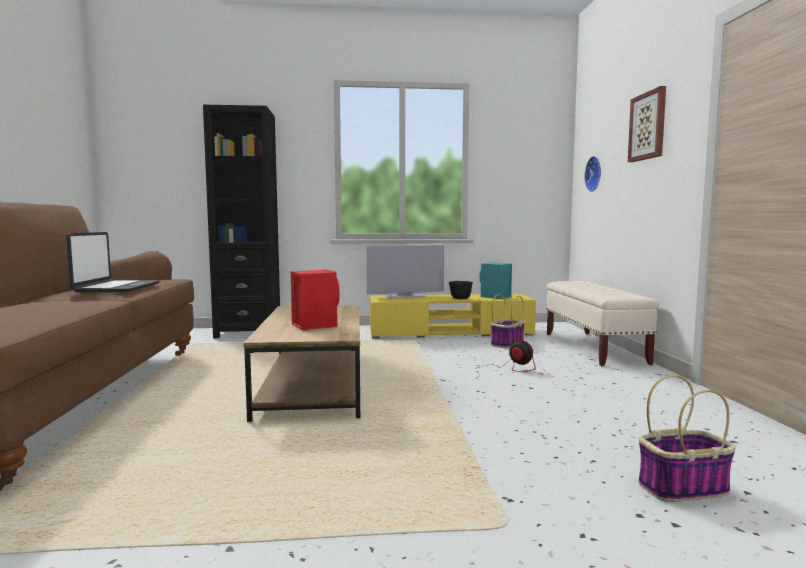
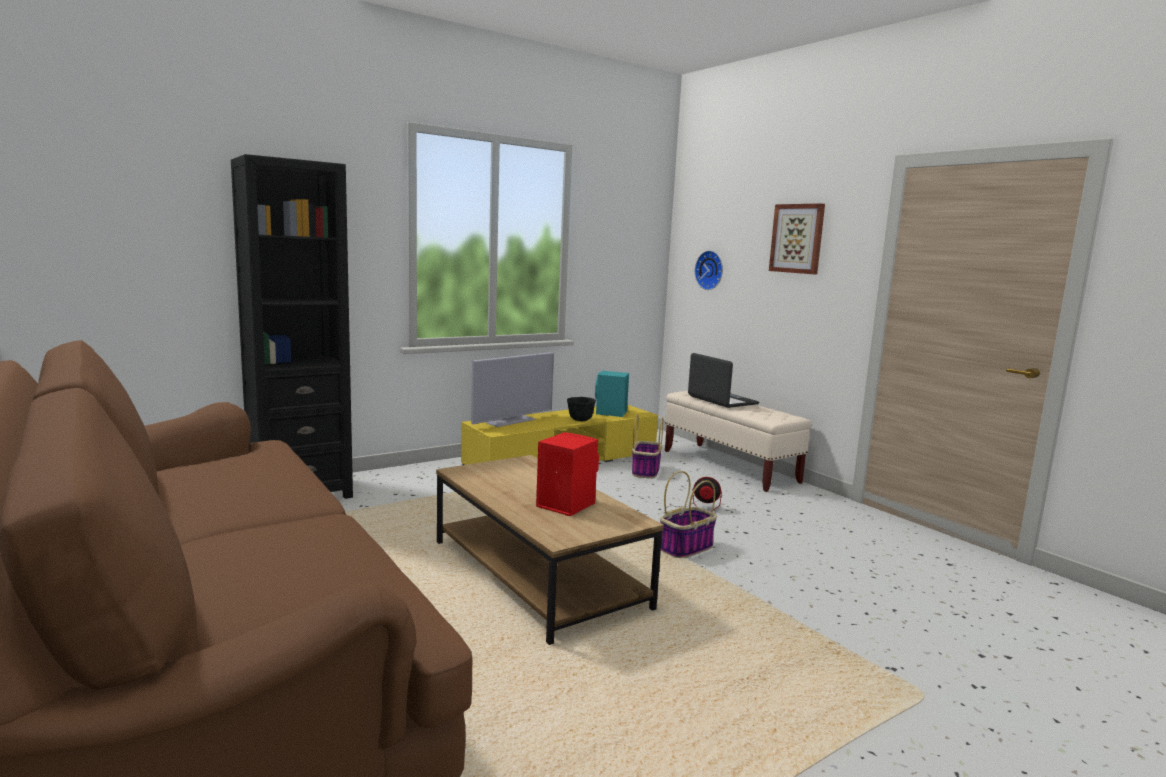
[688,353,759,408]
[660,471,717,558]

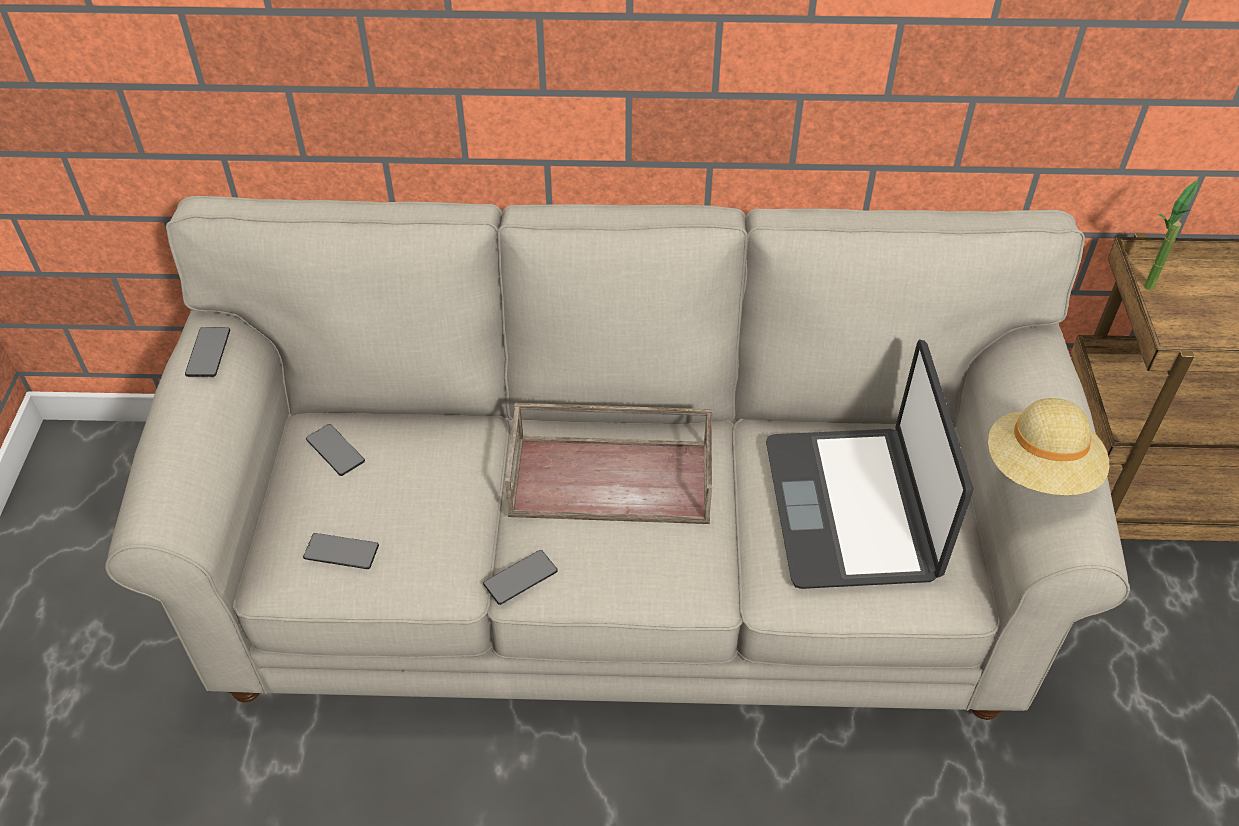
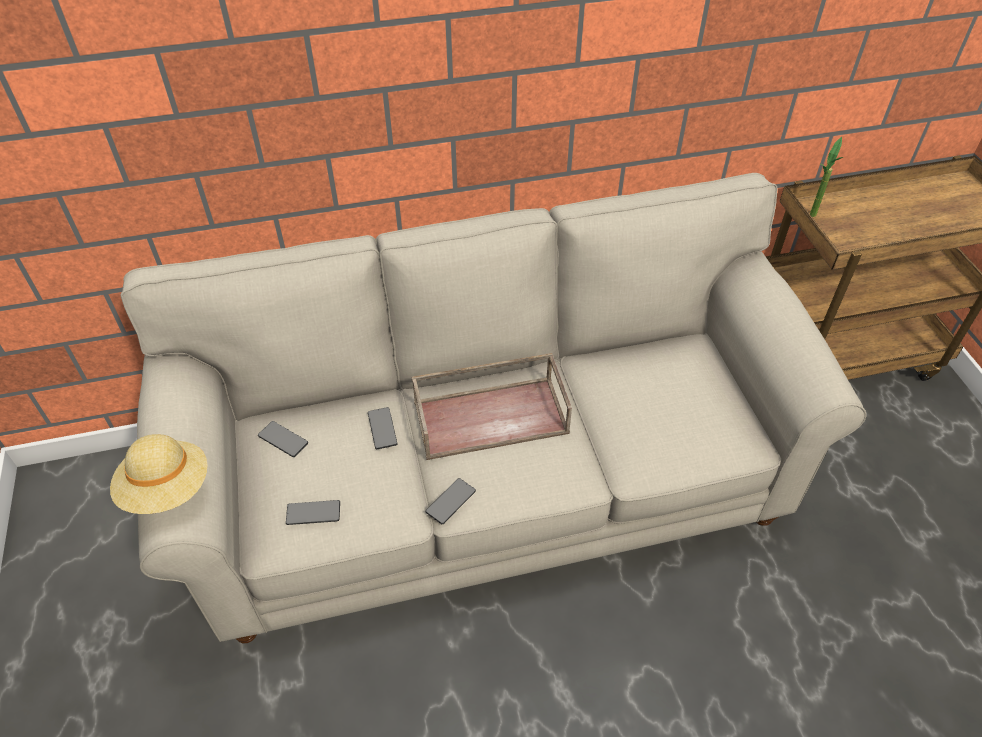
[368,407,397,449]
[766,340,974,589] (first image)
[110,434,207,514]

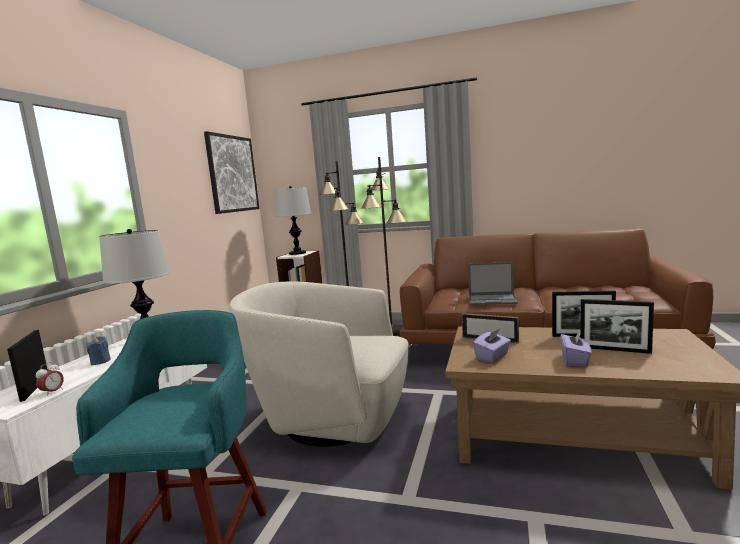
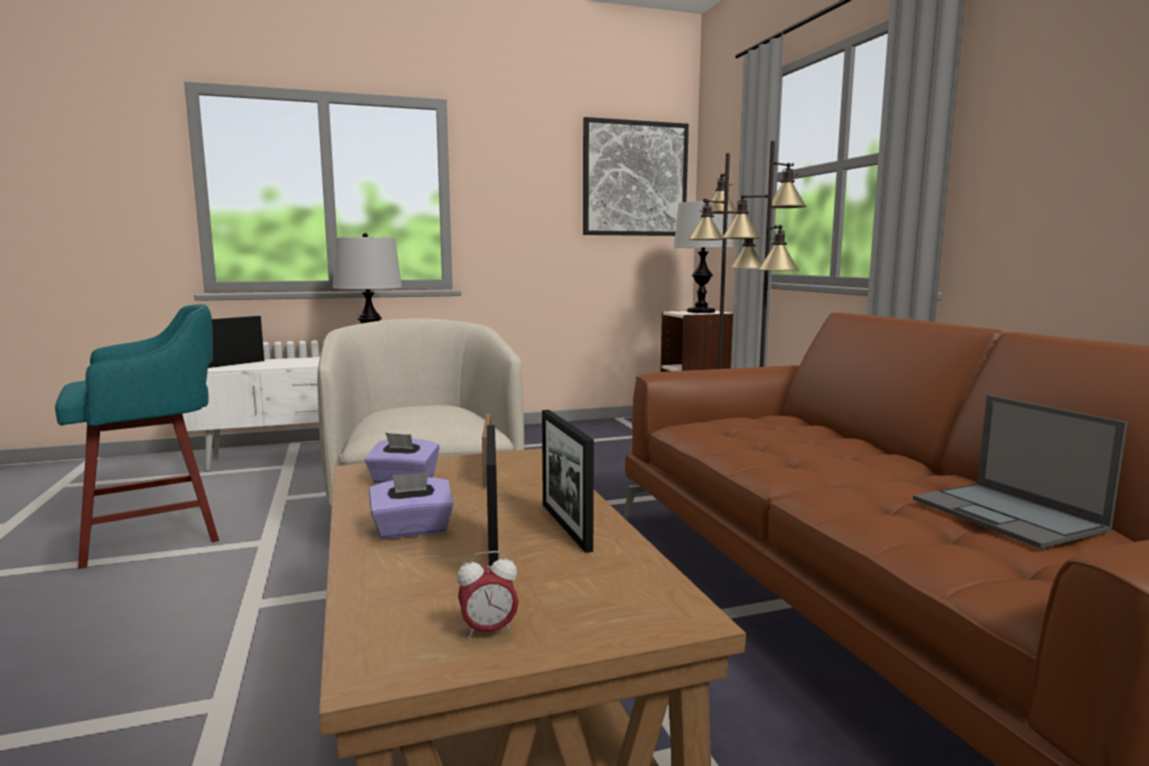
[913,395,1128,548]
[86,336,111,365] (first image)
[457,551,519,640]

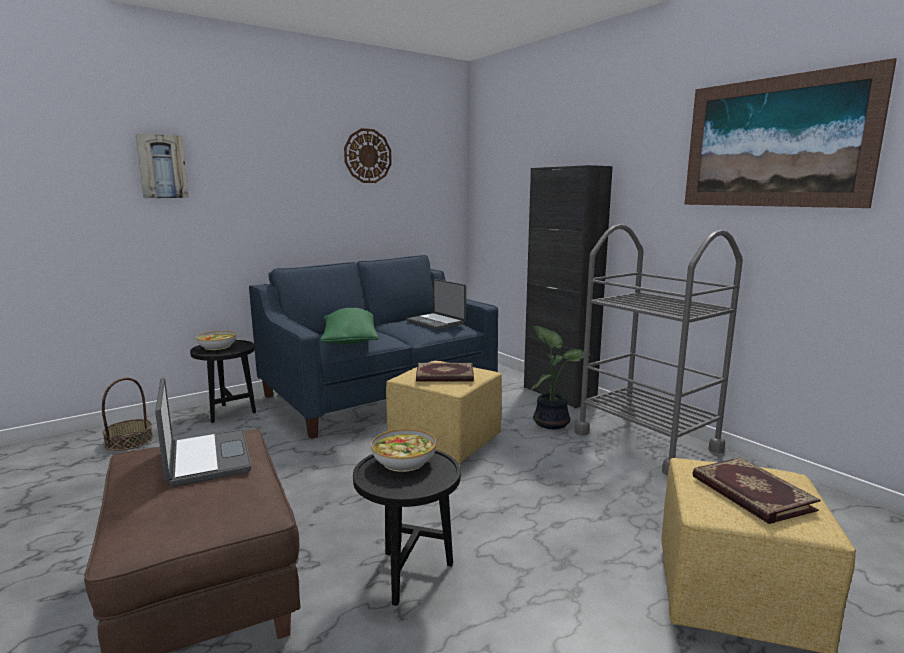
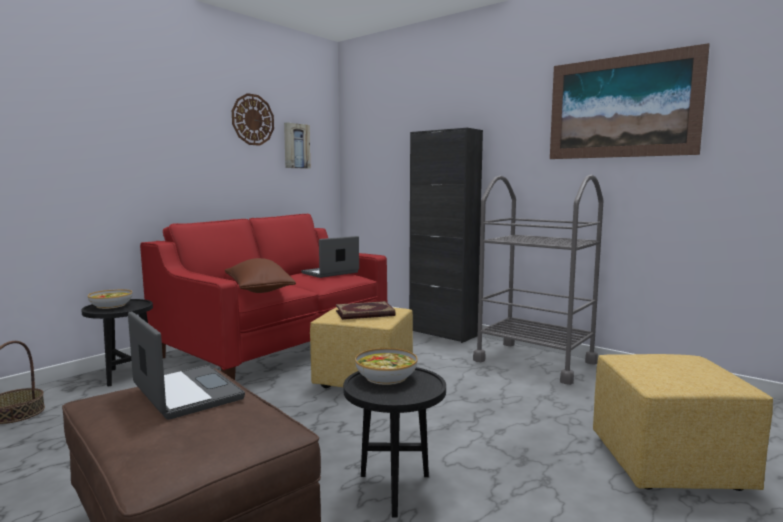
[284,122,310,169]
[140,214,387,380]
[301,236,359,278]
[224,258,296,293]
[531,326,594,429] (first image)
[692,457,820,524] (first image)

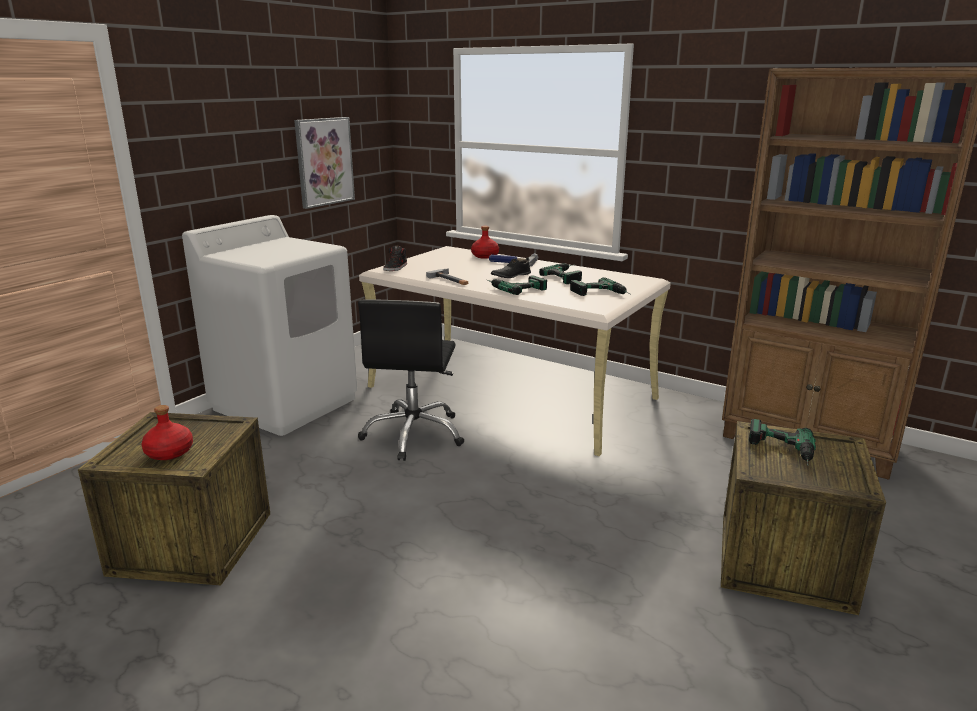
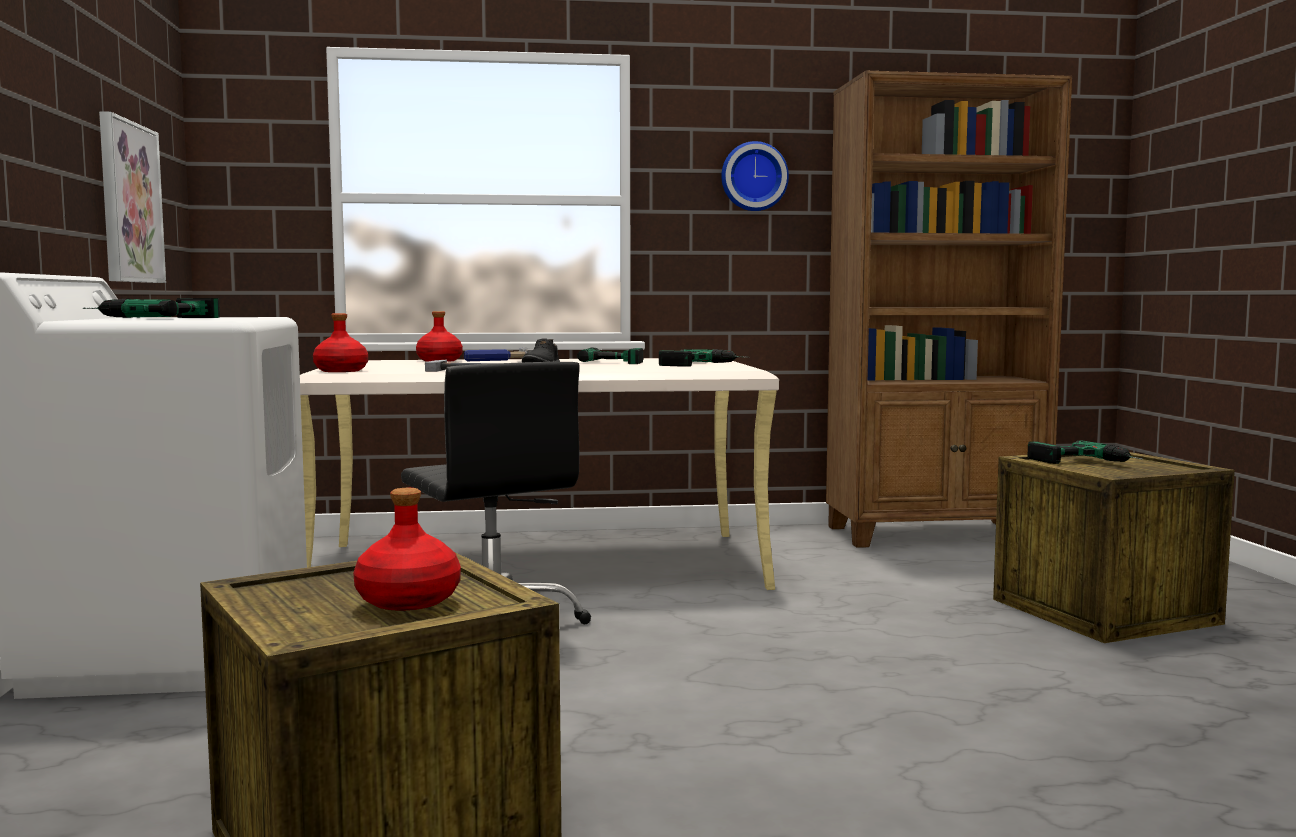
[313,313,368,372]
[83,298,220,318]
[721,141,789,211]

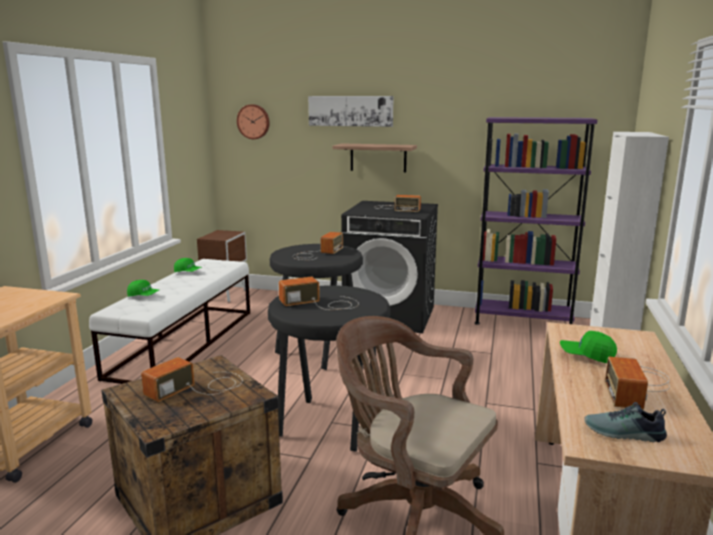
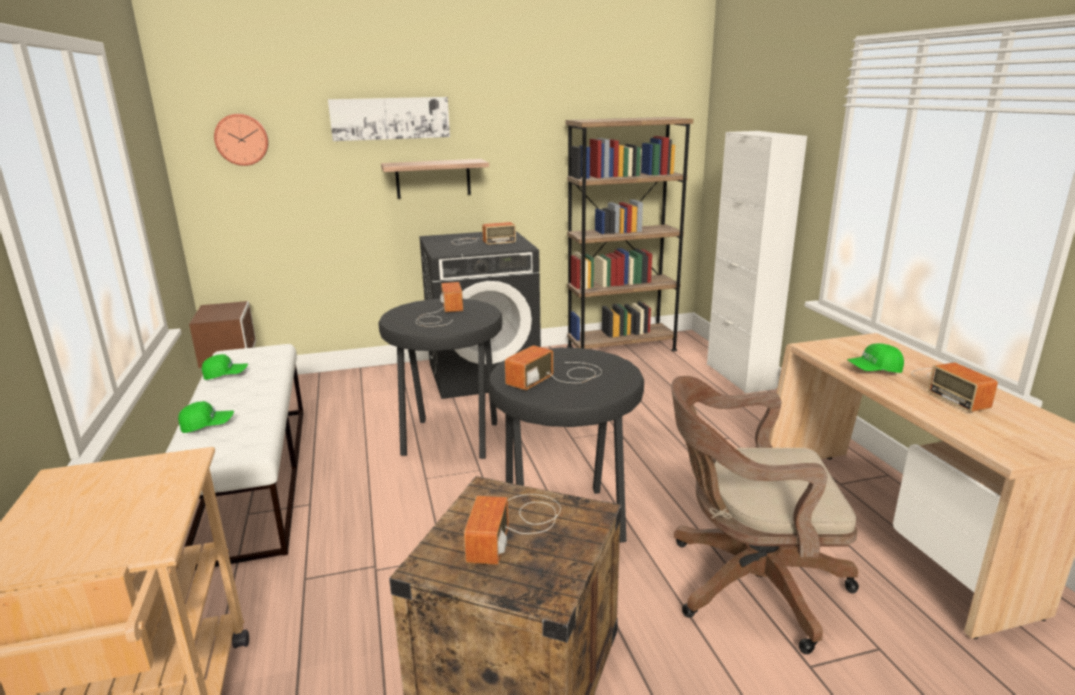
[566,117,693,351]
[584,402,667,442] (first image)

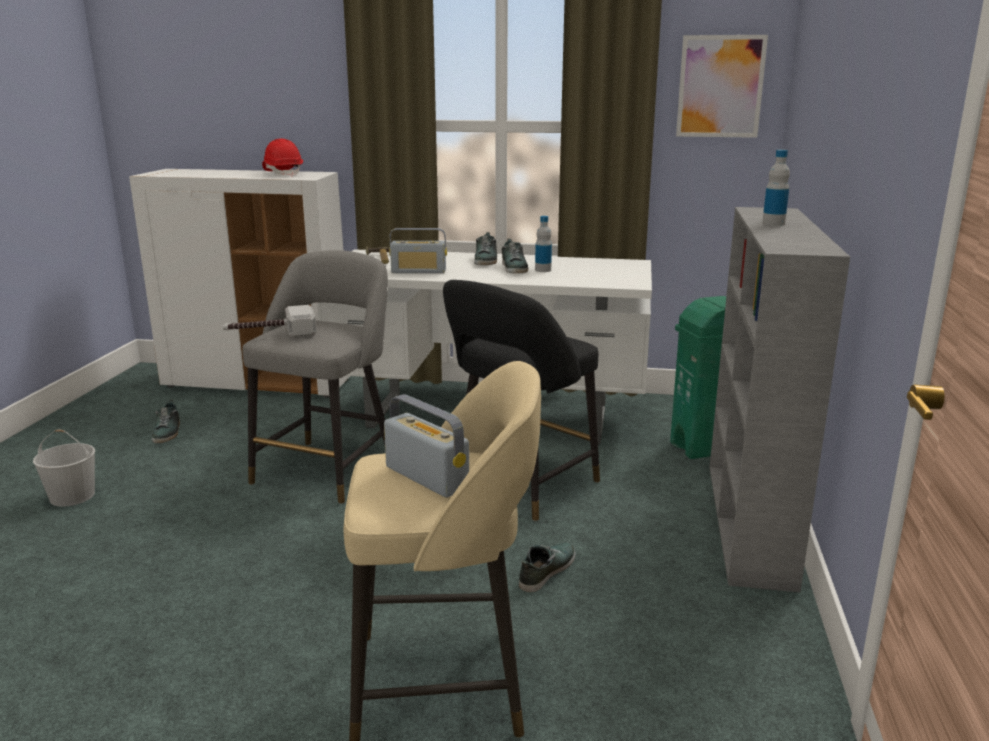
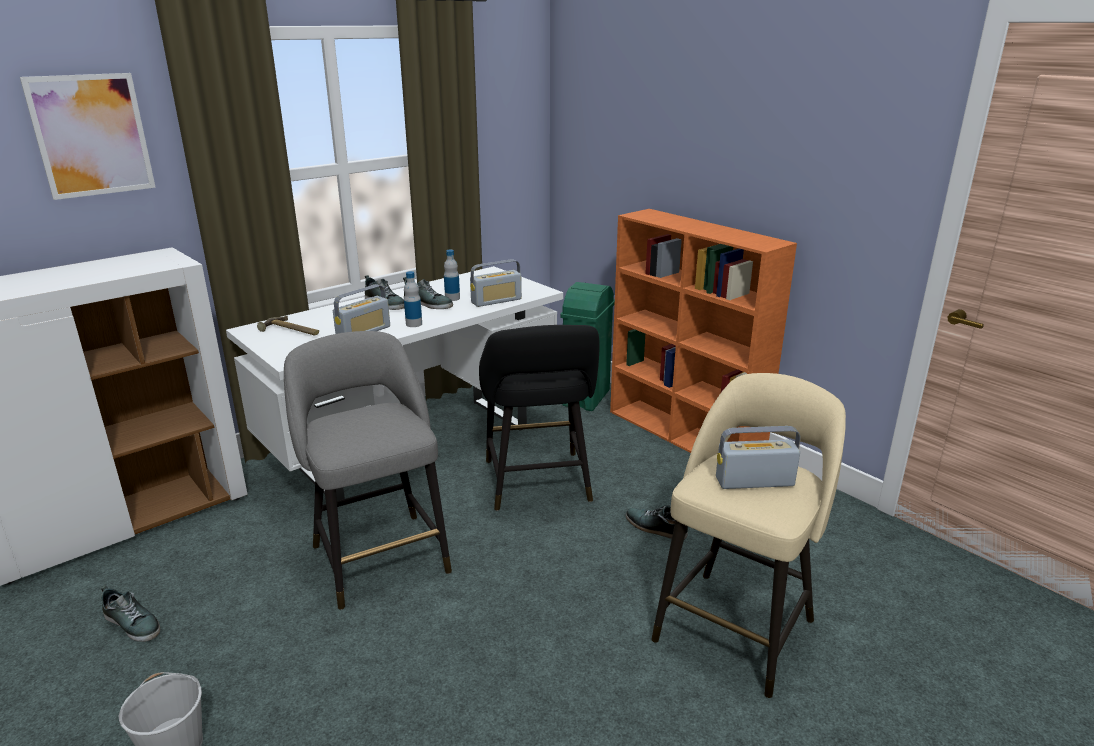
[20,73,156,200]
[262,139,303,176] (first image)
[404,271,422,327]
[610,209,797,453]
[223,305,316,337] (first image)
[626,505,688,540]
[470,259,522,307]

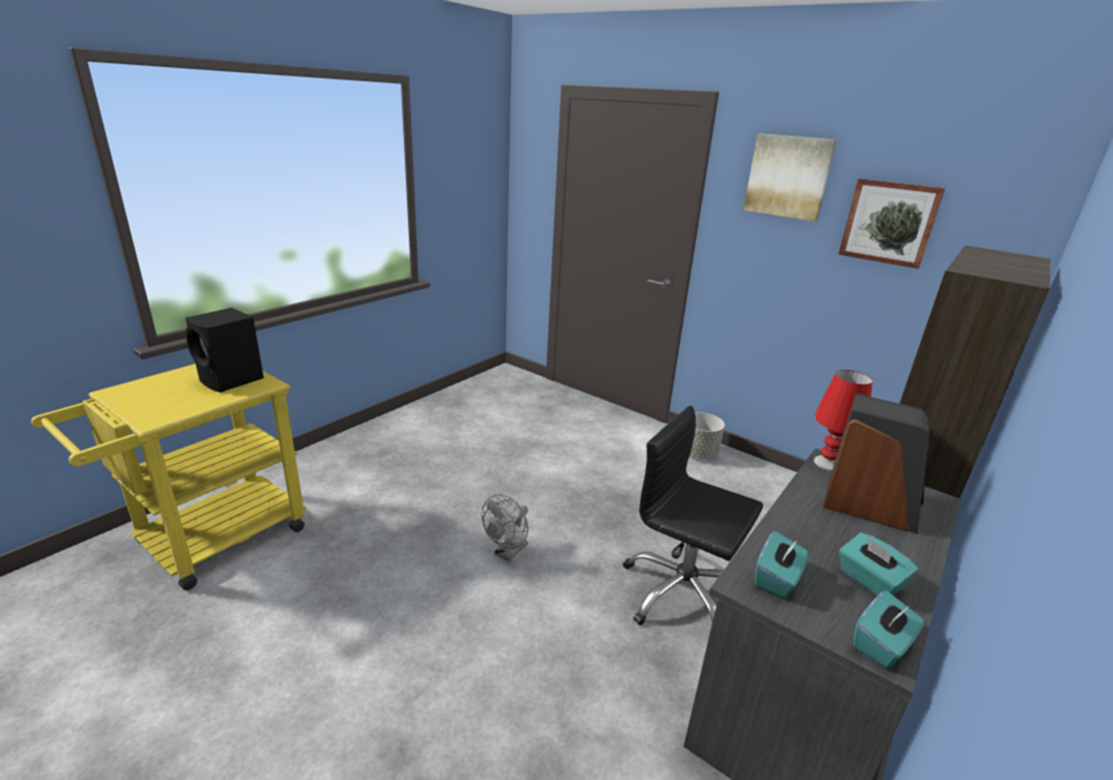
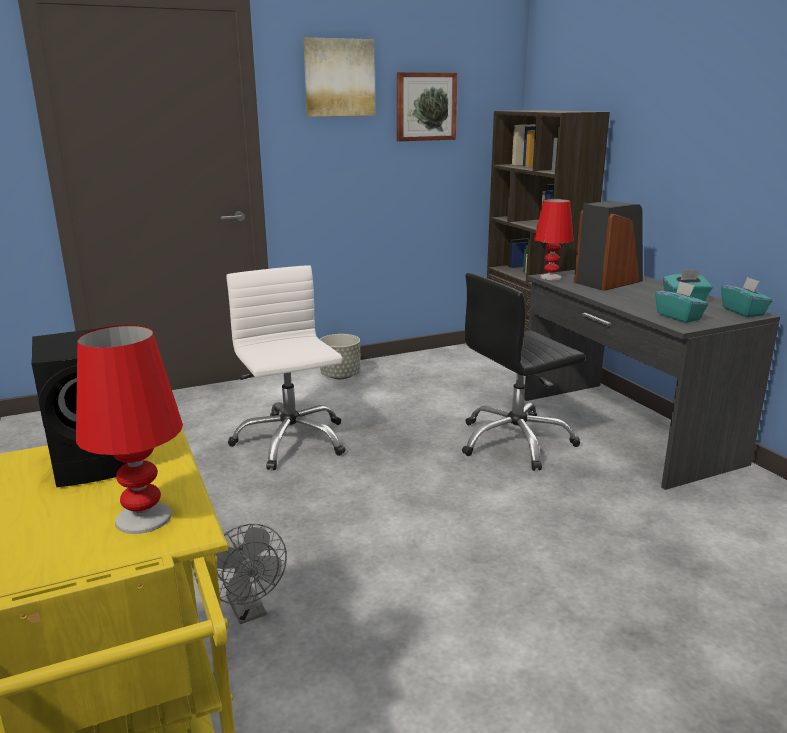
[215,524,287,624]
[226,265,346,470]
[76,325,183,534]

